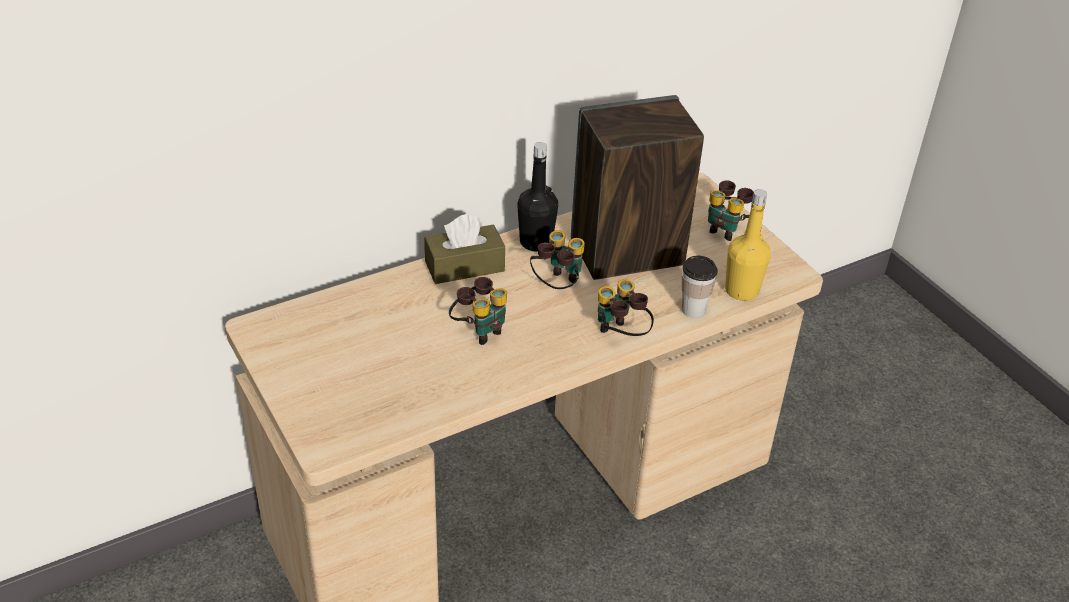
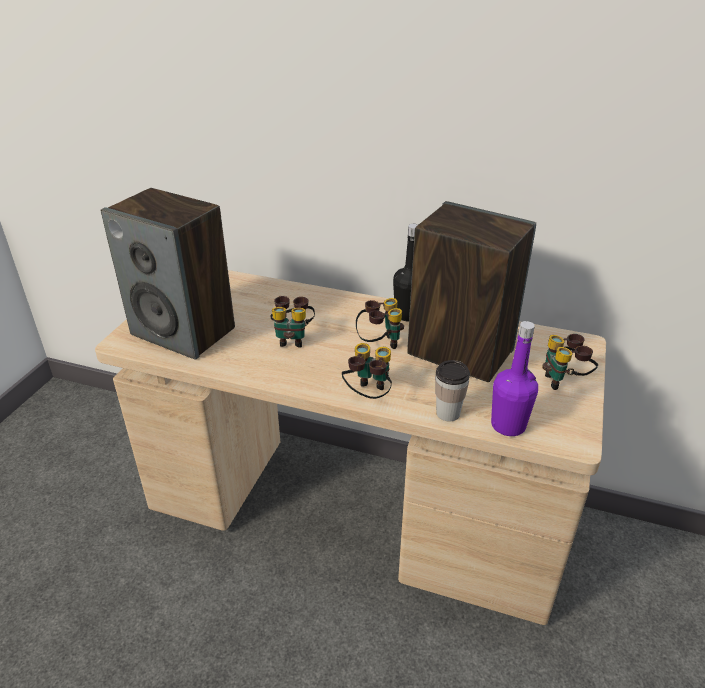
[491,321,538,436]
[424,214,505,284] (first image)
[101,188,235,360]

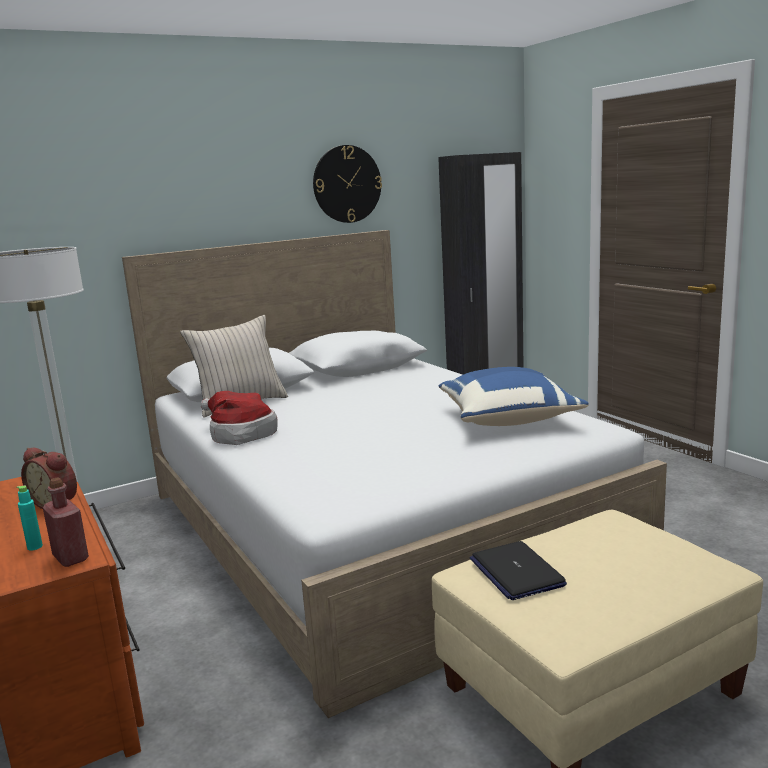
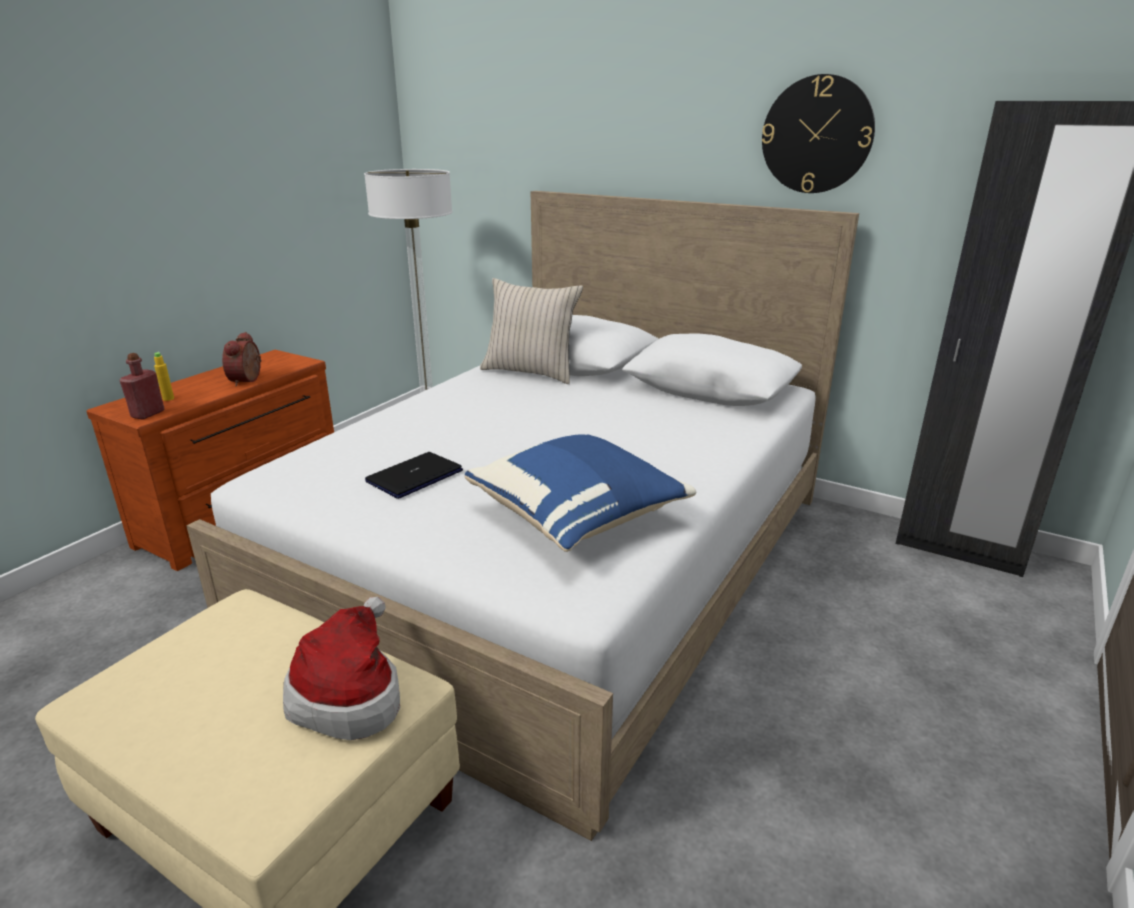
[283,597,400,740]
[154,352,174,401]
[365,452,463,499]

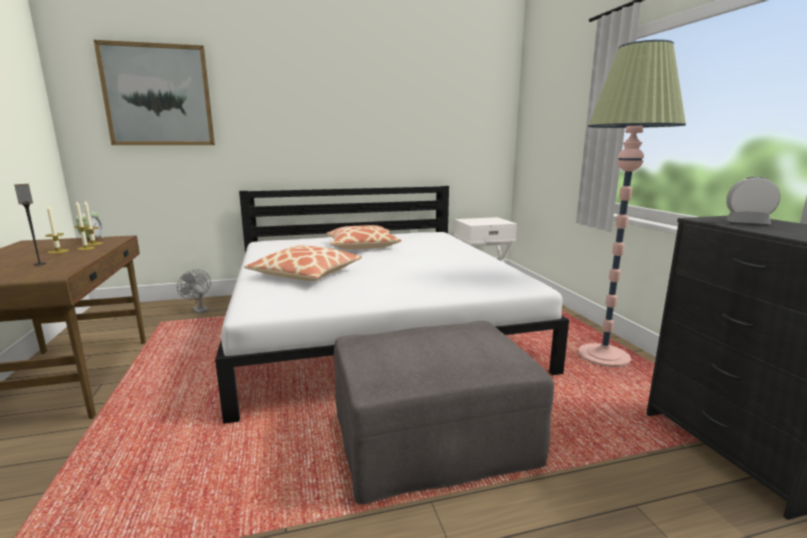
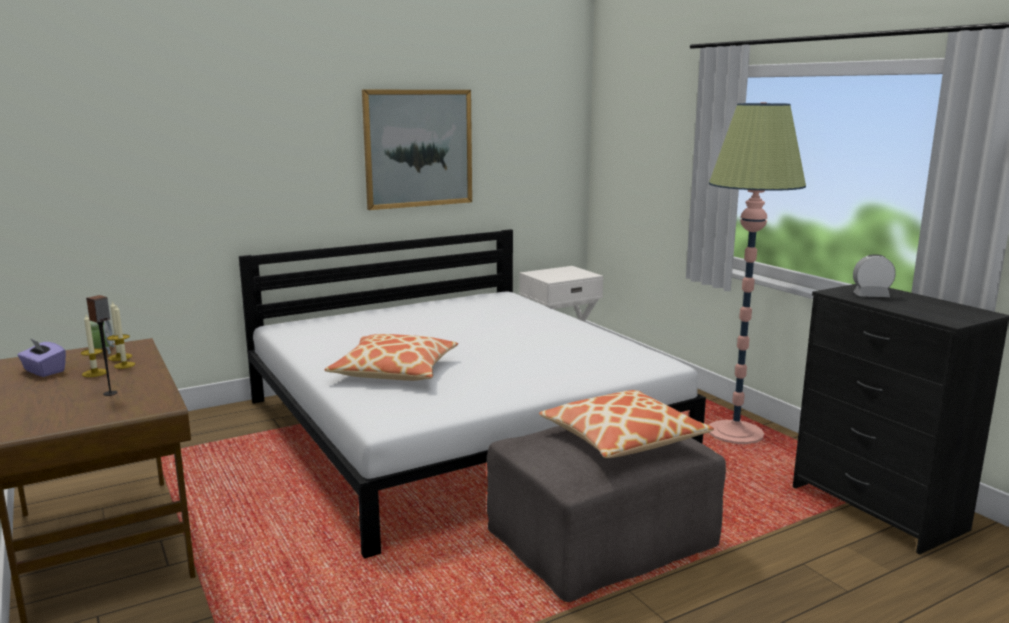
[362,90,472,210]
[539,390,714,458]
[177,269,211,314] (first image)
[17,338,66,377]

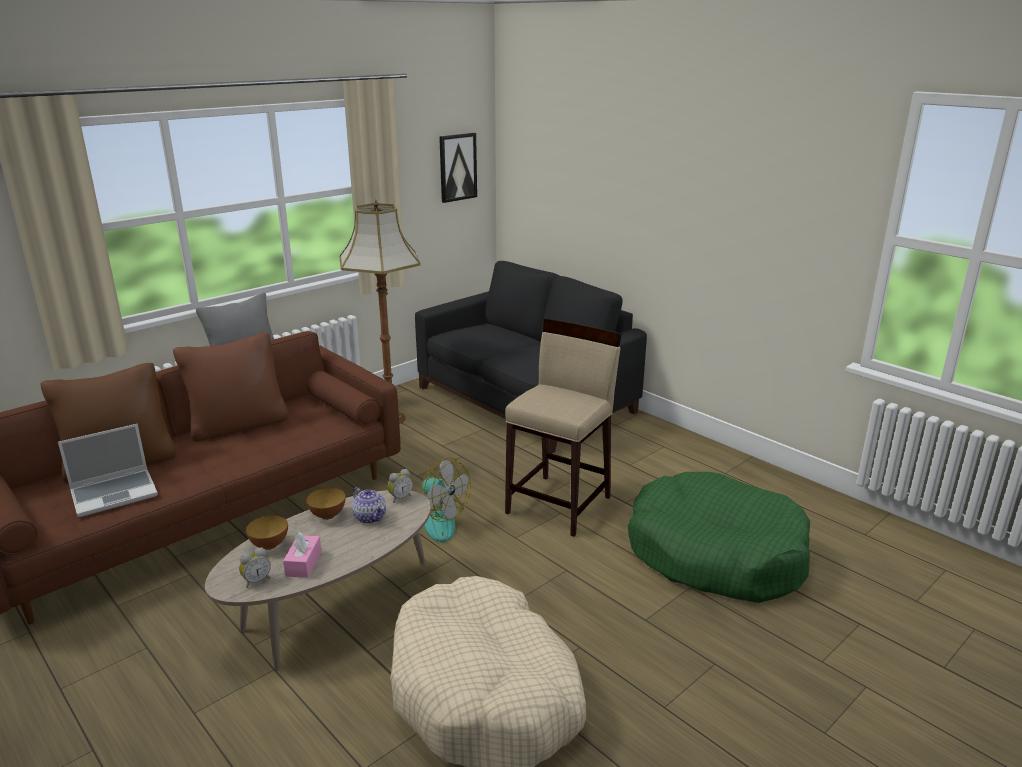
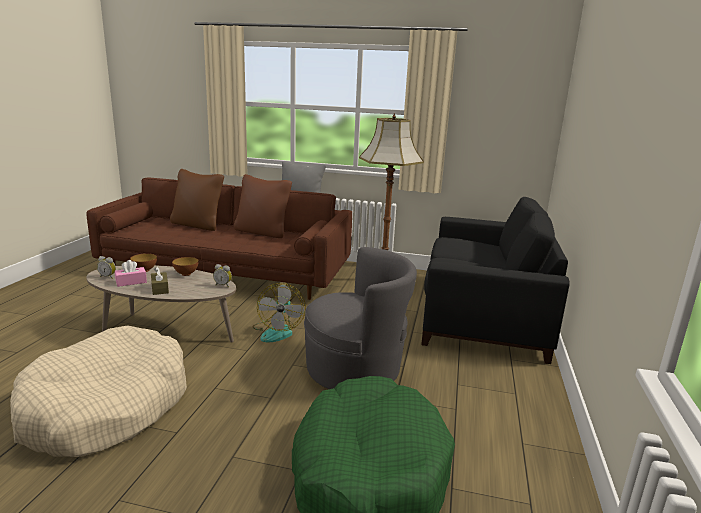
[439,133,477,203] (first image)
[304,247,417,389]
[58,424,158,517] (first image)
[352,487,386,524] (first image)
[151,266,169,295]

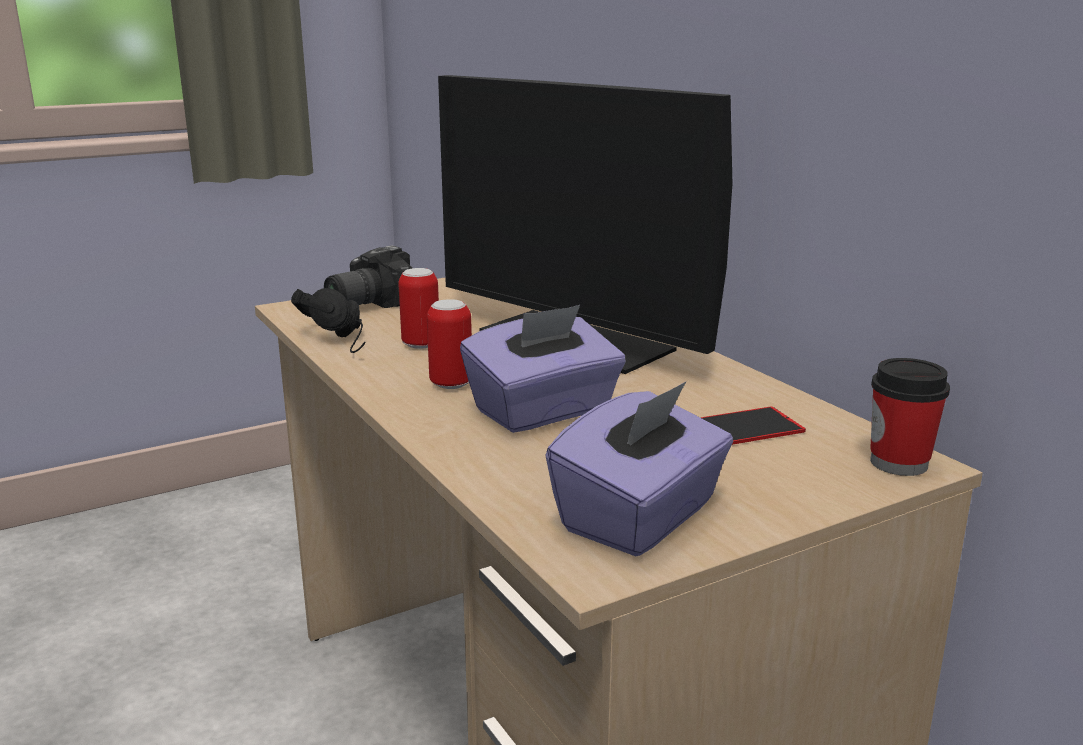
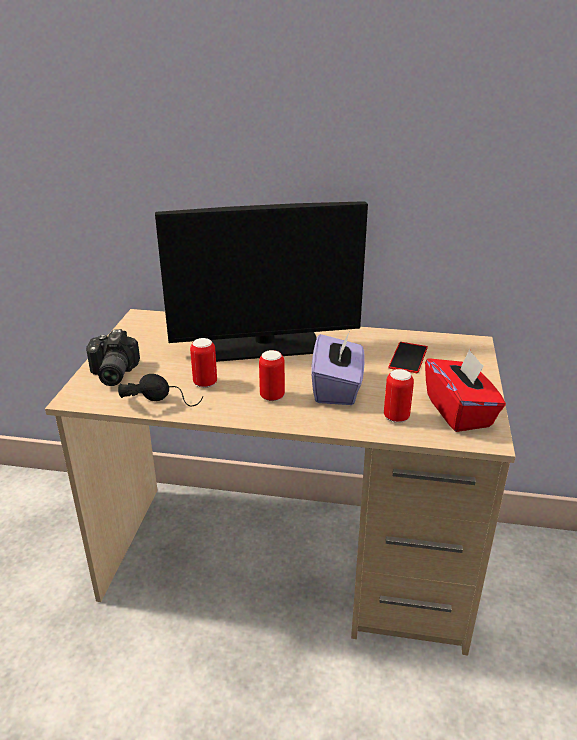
[870,358,950,476] (first image)
[425,349,506,432]
[384,369,414,423]

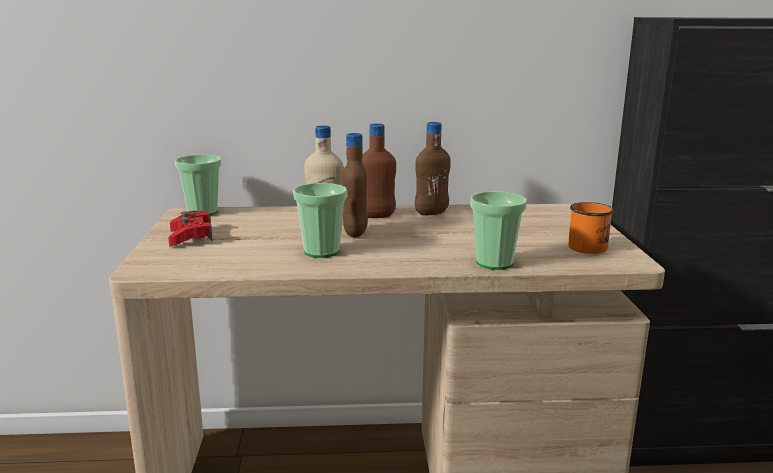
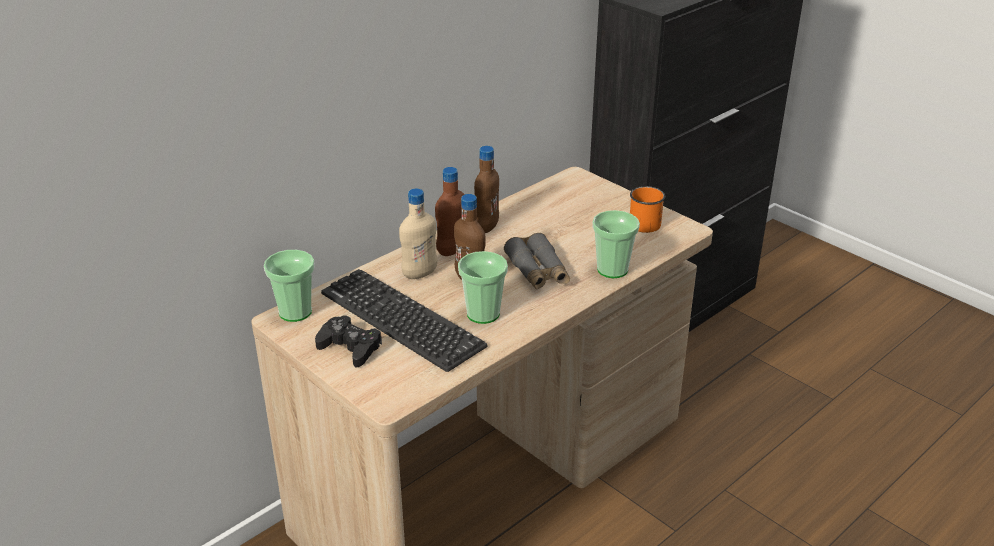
[315,315,382,368]
[504,233,570,290]
[321,269,487,372]

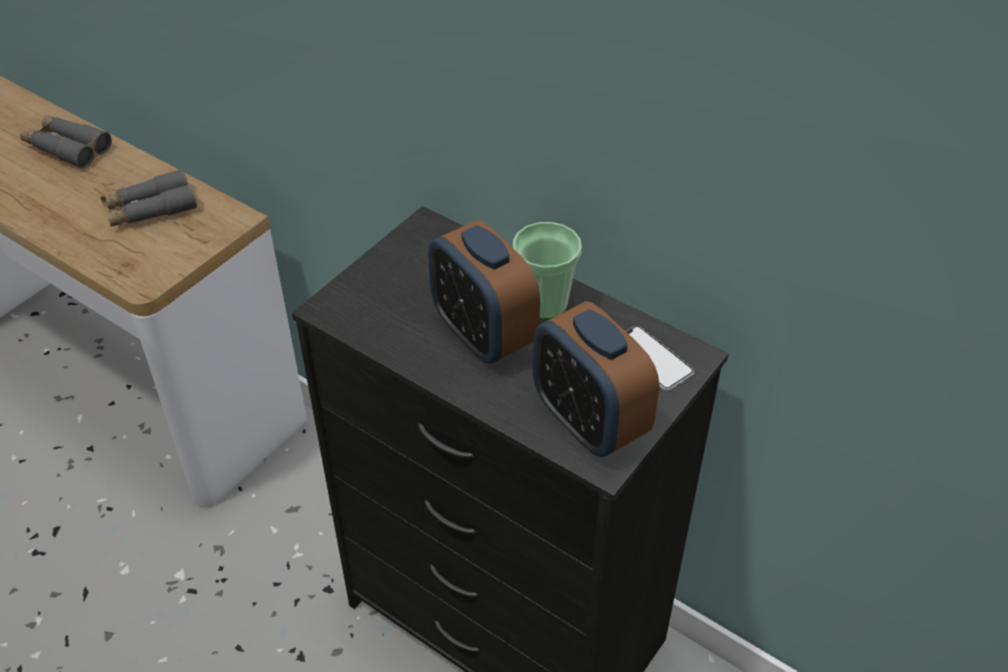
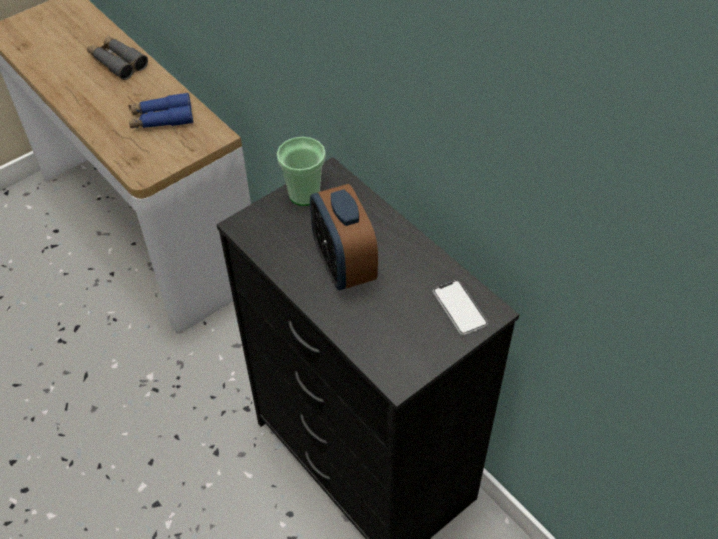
[128,93,193,128]
[277,137,326,206]
[533,301,659,457] (first image)

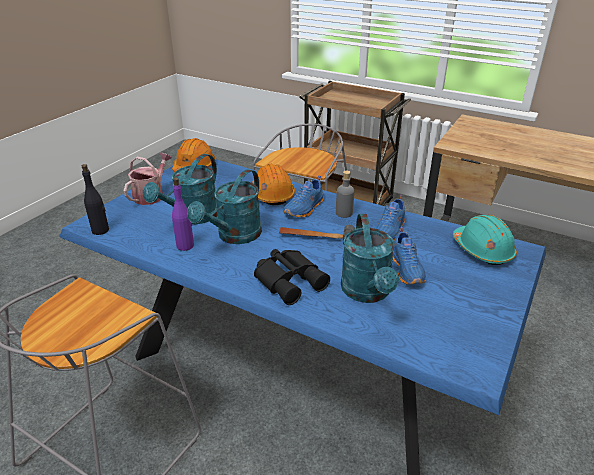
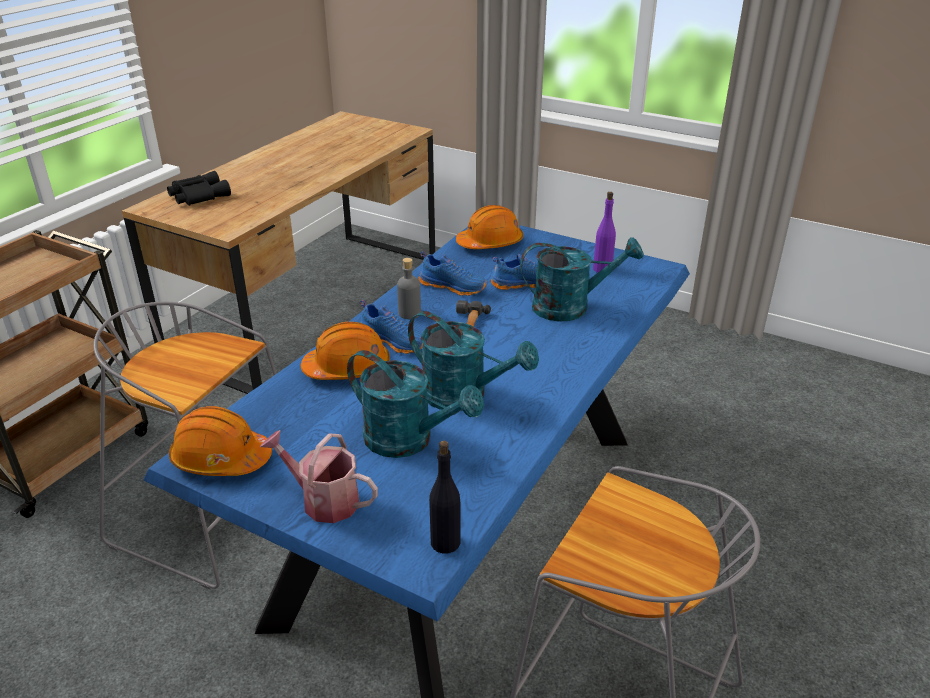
[593,192,616,273]
[456,205,523,249]
[167,171,231,206]

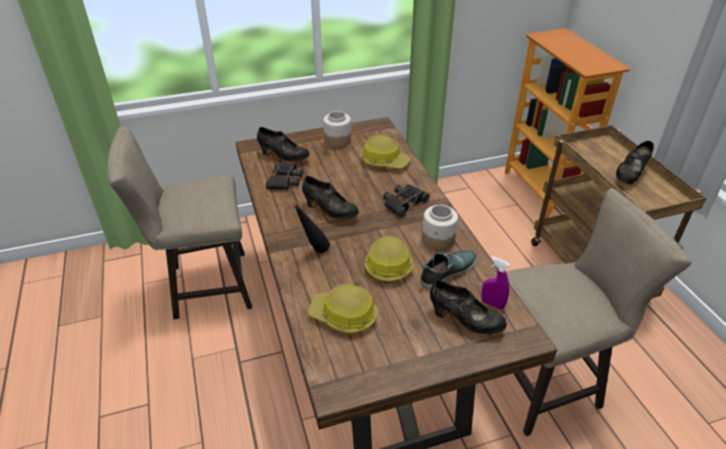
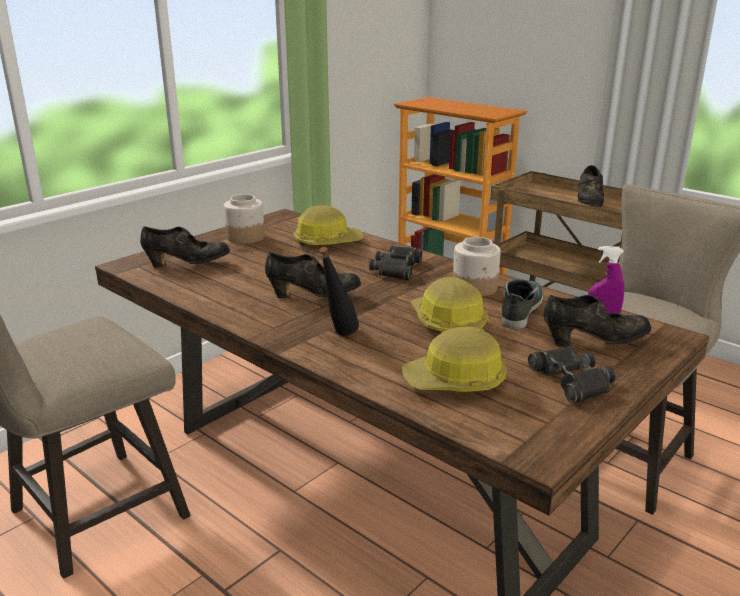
[528,346,616,403]

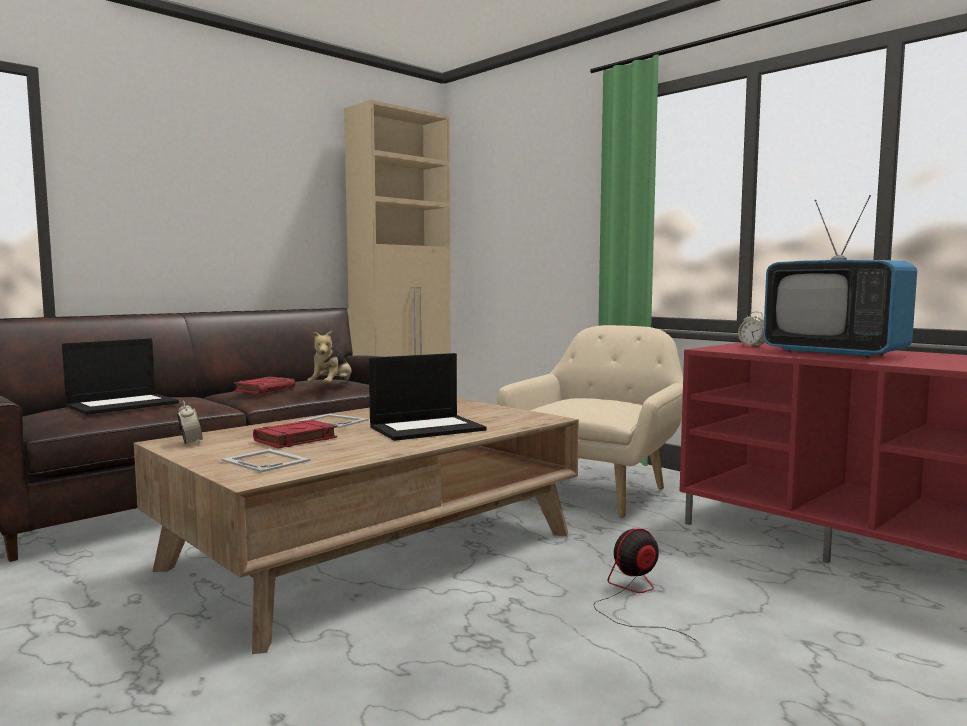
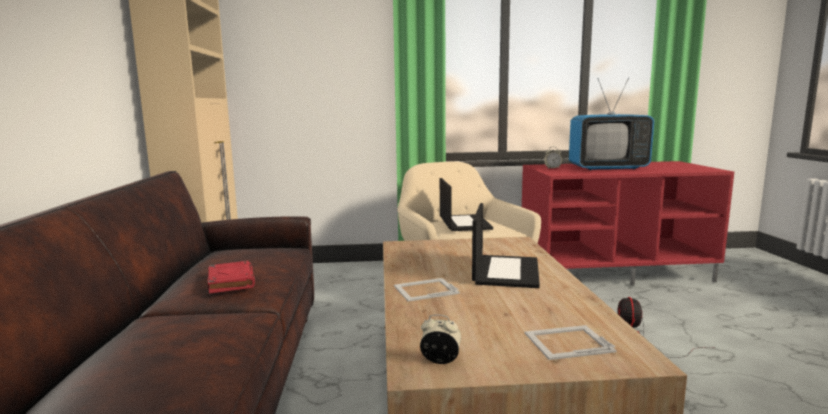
[308,330,351,383] (first image)
[440,178,493,231]
[253,420,337,448] (first image)

